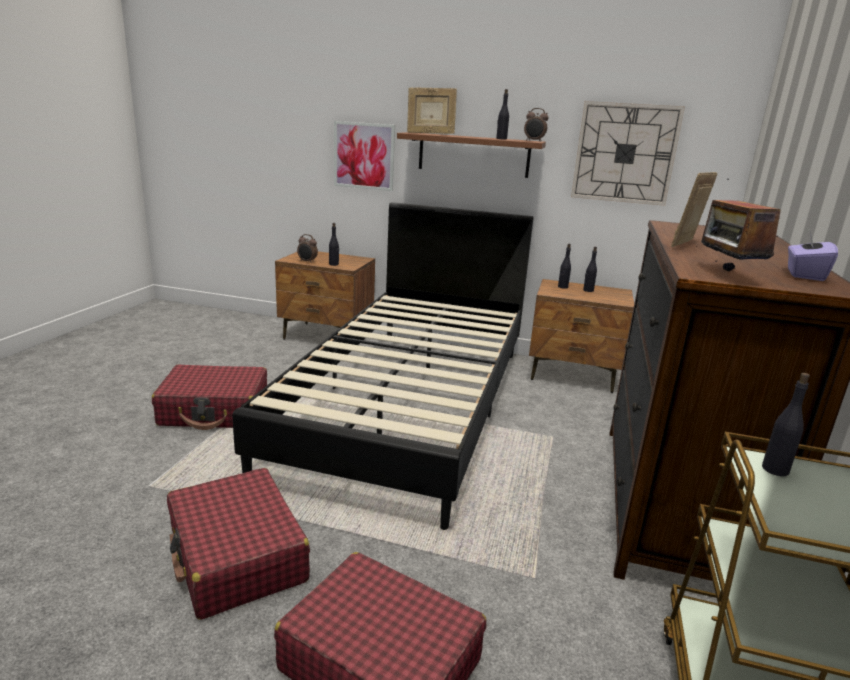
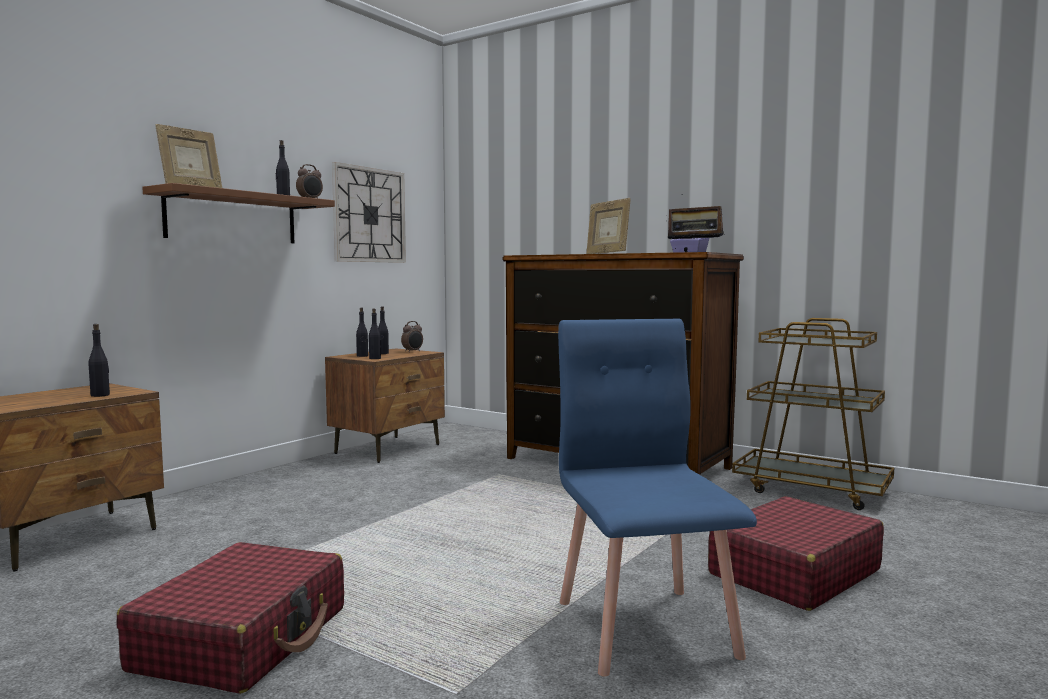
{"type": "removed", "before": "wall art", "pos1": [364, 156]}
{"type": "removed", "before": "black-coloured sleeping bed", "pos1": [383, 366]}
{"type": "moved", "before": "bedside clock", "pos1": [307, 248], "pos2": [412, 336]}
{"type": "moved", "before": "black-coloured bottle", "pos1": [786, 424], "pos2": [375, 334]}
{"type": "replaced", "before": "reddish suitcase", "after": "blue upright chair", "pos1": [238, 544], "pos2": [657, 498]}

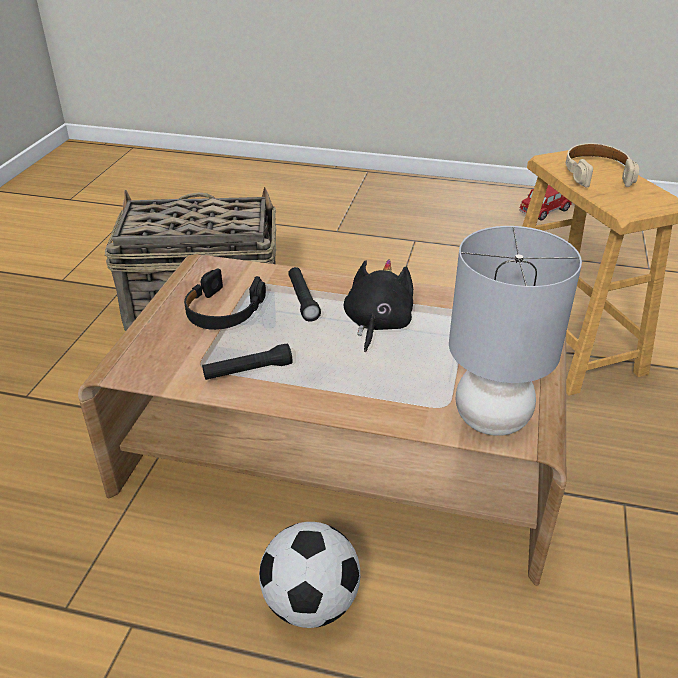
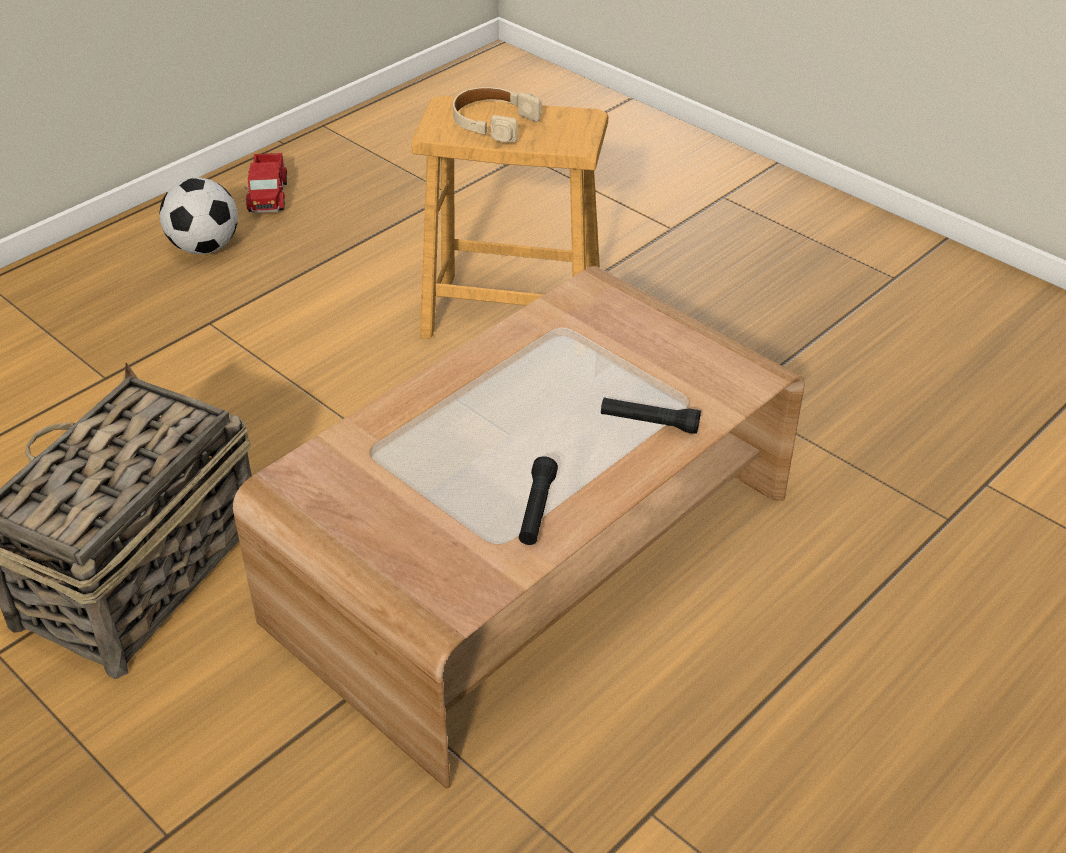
{"type": "removed", "before": "greyish tabletop lamp", "pos1": [515, 331]}
{"type": "removed", "before": "black-coloured plush toy", "pos1": [378, 305]}
{"type": "moved", "before": "black-coloured flashlight", "pos1": [304, 294], "pos2": [651, 415]}
{"type": "removed", "before": "black-coloured headphones", "pos1": [225, 299]}
{"type": "moved", "before": "football", "pos1": [309, 575], "pos2": [198, 215]}

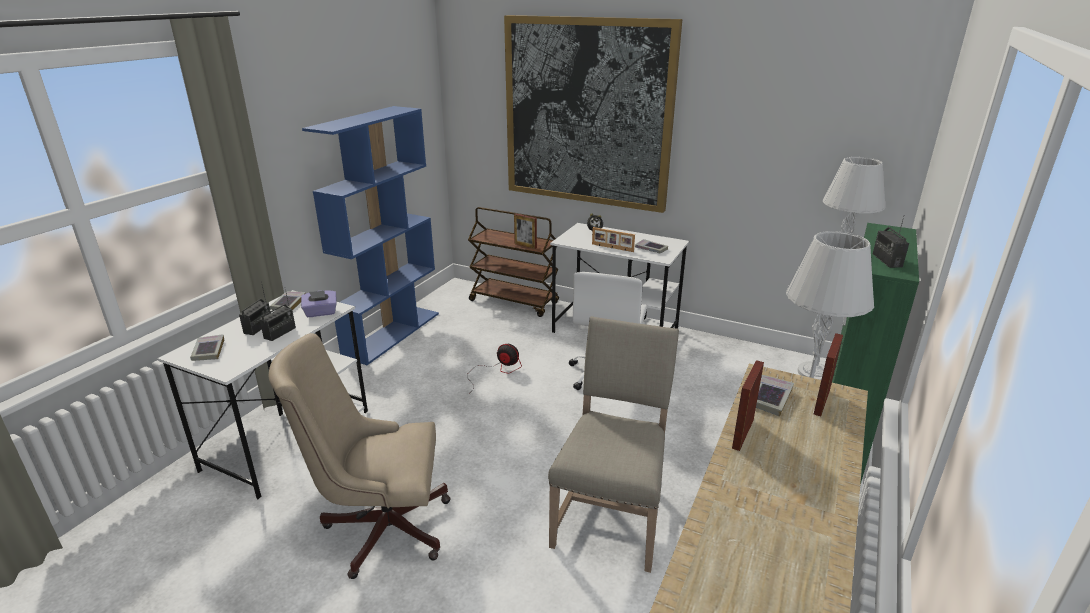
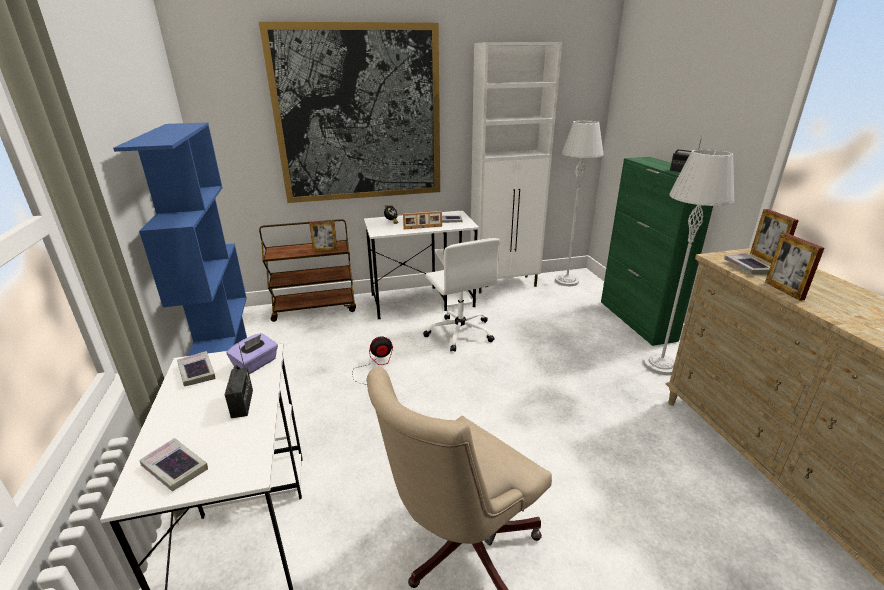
{"type": "removed", "before": "radio receiver", "pos1": [254, 308]}
{"type": "removed", "before": "beige upright chair", "pos1": [613, 444]}
{"type": "added", "after": "white-coloured cupboard", "pos2": [516, 167]}

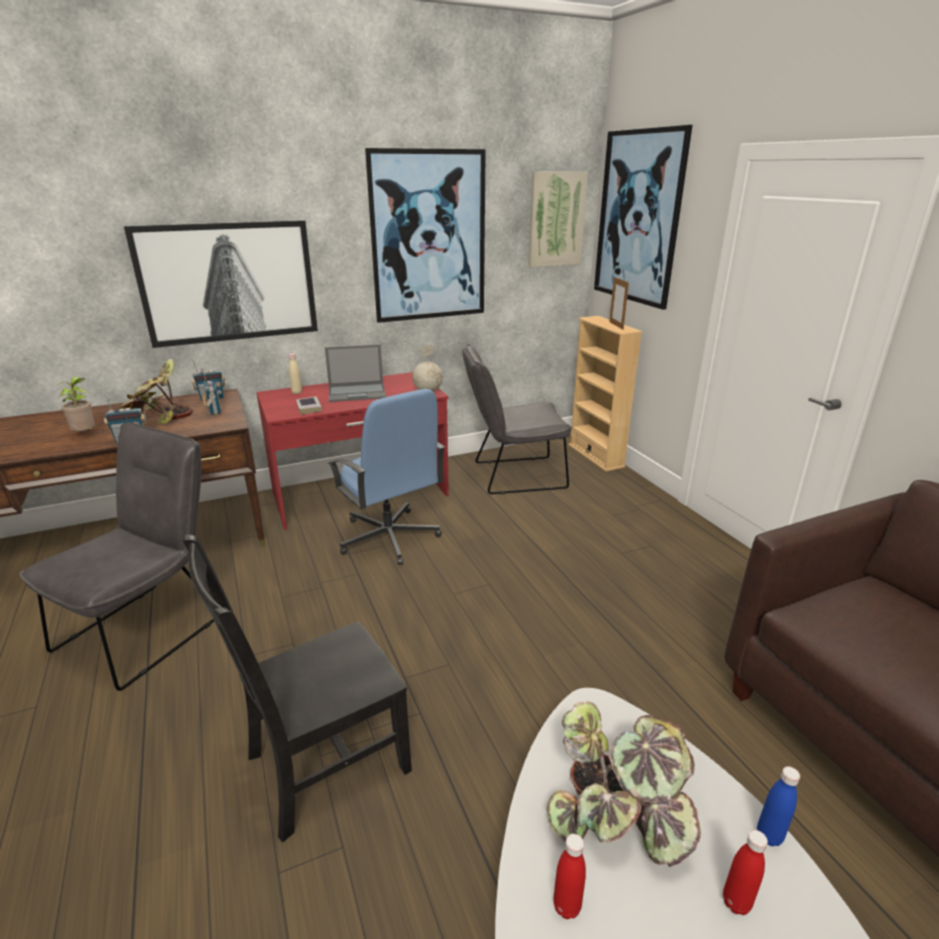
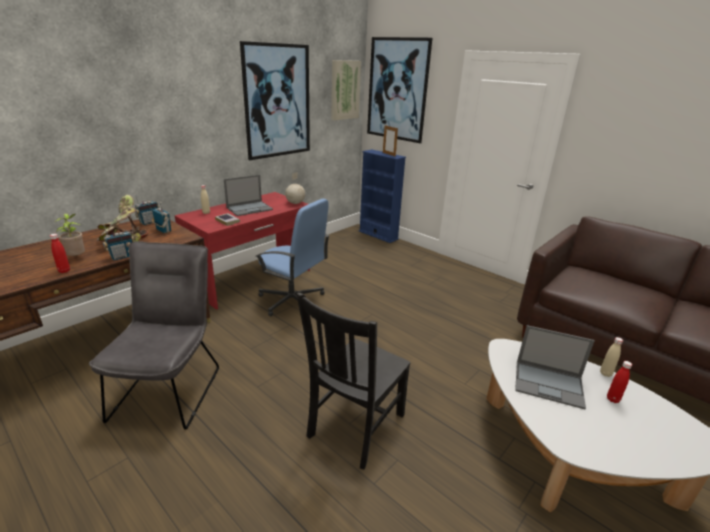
{"type": "removed", "before": "wall art", "pos1": [221, 284]}
{"type": "recoloured", "before": "beige bookshelf", "after": "blue bookshelf", "pos1": [605, 394], "pos2": [382, 196]}
{"type": "removed", "before": "greyish upright chair", "pos1": [517, 419]}
{"type": "replaced", "before": "potted plant", "after": "laptop", "pos1": [624, 784], "pos2": [554, 367]}
{"type": "recoloured", "before": "blue bottle", "after": "beige bottle", "pos1": [778, 806], "pos2": [611, 357]}
{"type": "moved", "before": "reddish bottle", "pos1": [569, 876], "pos2": [60, 253]}

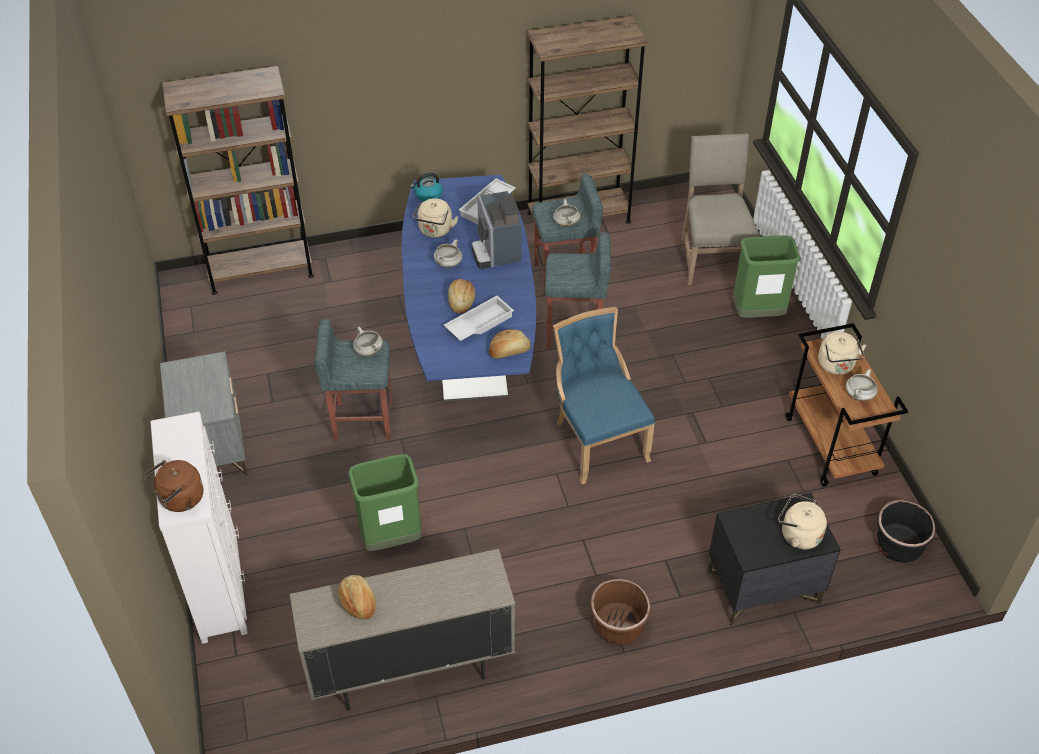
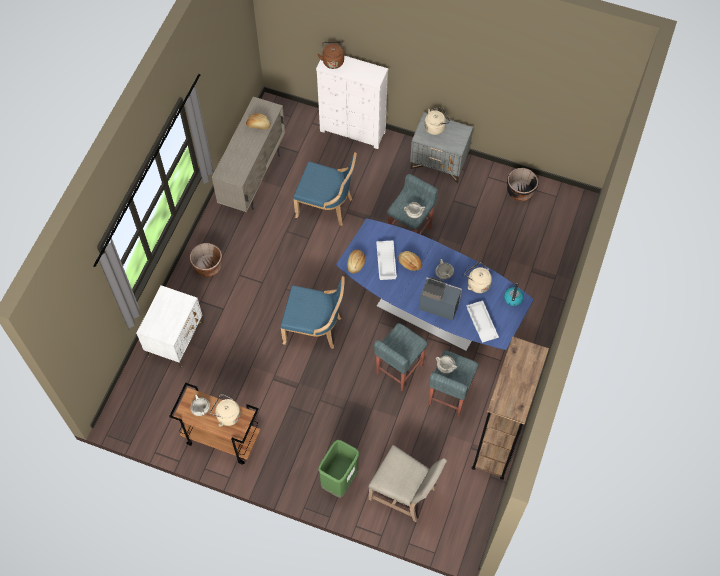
{"type": "removed", "before": "brown-coloured bookshelf", "pos1": [238, 180]}
{"type": "replaced", "before": "greenish rubbish bin", "after": "blue upright chair", "pos1": [385, 502], "pos2": [325, 189]}
{"type": "recoloured", "before": "black-coloured night table", "after": "white-coloured night table", "pos1": [774, 559], "pos2": [169, 326]}
{"type": "moved", "before": "beige water kettle", "pos1": [802, 521], "pos2": [437, 121]}
{"type": "moved", "before": "black-coloured planter", "pos1": [905, 531], "pos2": [523, 184]}

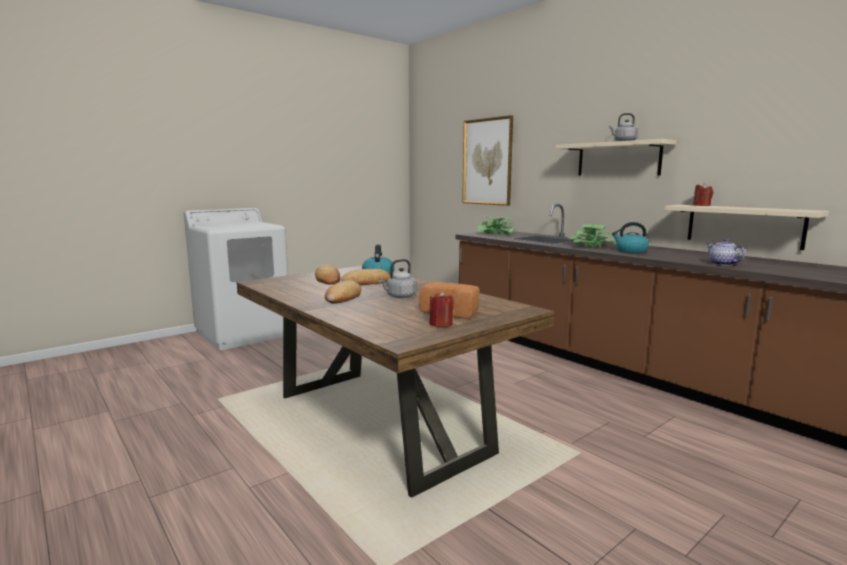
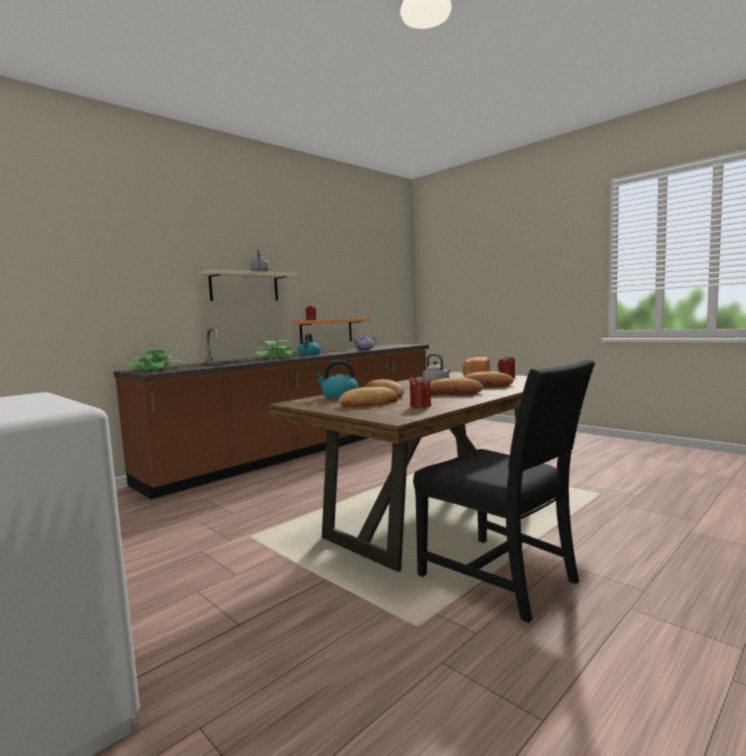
{"type": "removed", "before": "wall art", "pos1": [487, 160]}
{"type": "recoloured", "before": "beige bracket shelf", "after": "orange-coloured bracket shelf", "pos1": [746, 227], "pos2": [331, 331]}
{"type": "added", "after": "black-coloured upright chair", "pos2": [504, 491]}
{"type": "added", "after": "bread", "pos2": [488, 379]}
{"type": "added", "after": "reddish wax light", "pos2": [420, 392]}

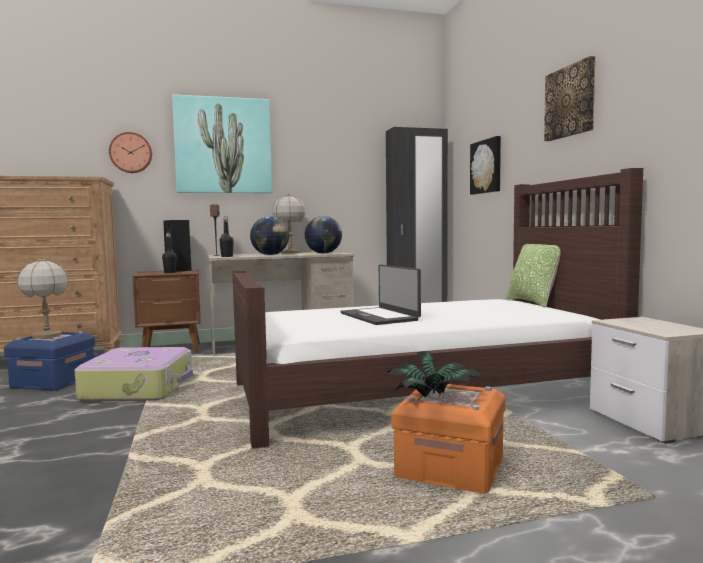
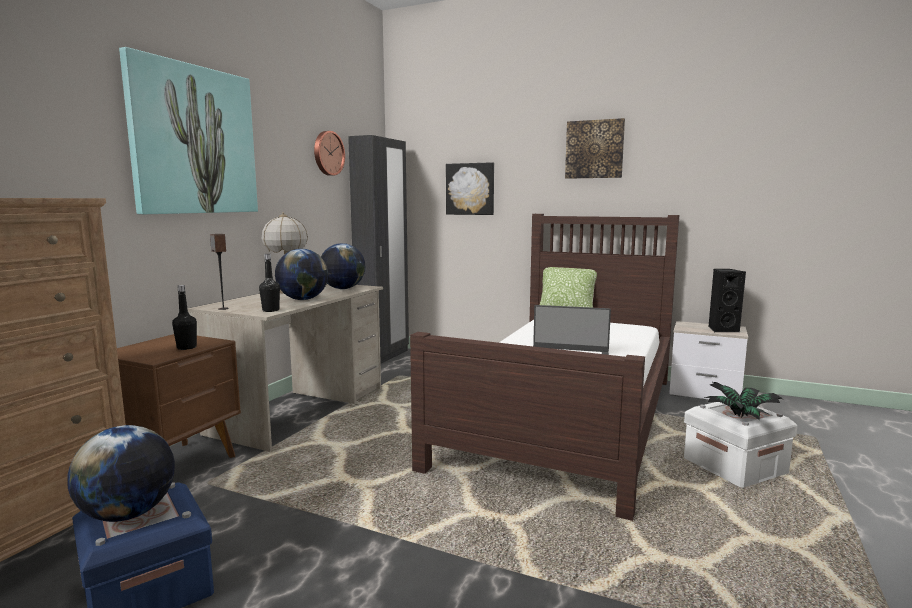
{"type": "moved", "before": "clock on the wall", "pos1": [130, 152], "pos2": [329, 153]}
{"type": "moved", "before": "black-coloured speaker", "pos1": [177, 246], "pos2": [727, 300]}
{"type": "replaced", "before": "tabletop lamp", "after": "desk globe", "pos1": [43, 297], "pos2": [121, 473]}
{"type": "removed", "before": "suitcase", "pos1": [134, 374]}
{"type": "recoloured", "before": "orange-coloured storage container", "after": "white-coloured storage container", "pos1": [448, 439], "pos2": [740, 445]}

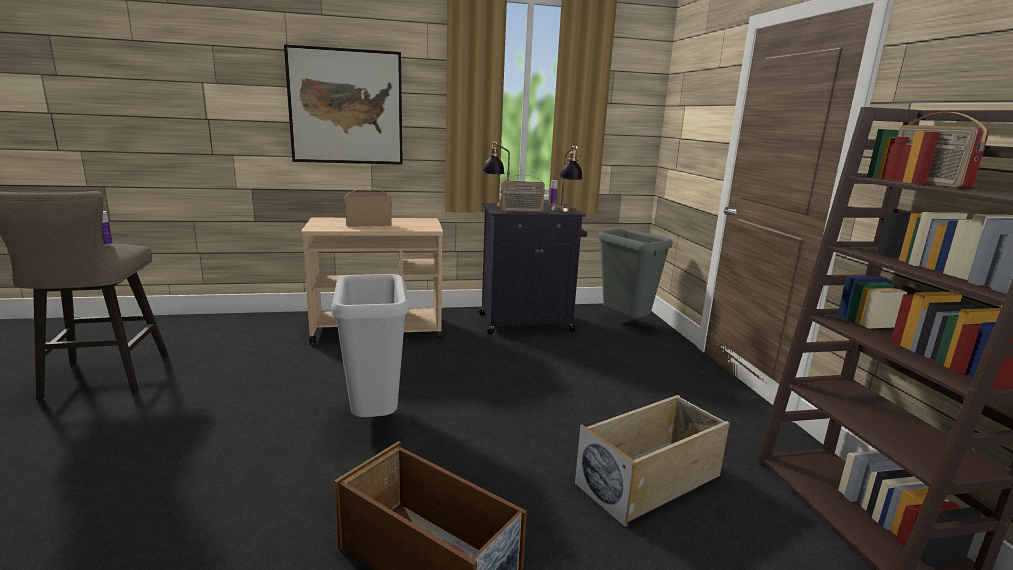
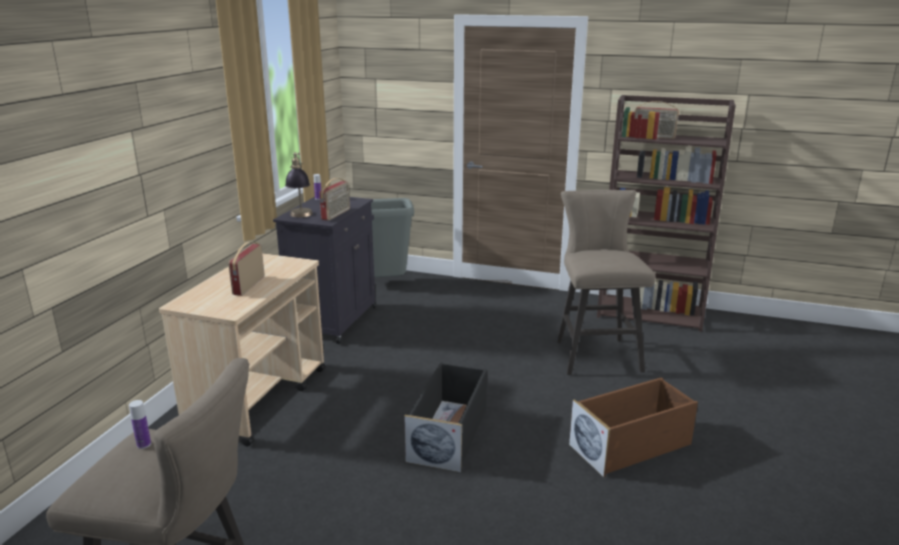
{"type": "removed", "before": "wall art", "pos1": [343, 104]}
{"type": "removed", "before": "tabletop lamp", "pos1": [567, 178]}
{"type": "replaced", "before": "greyish rubbish bin", "after": "black-coloured storage container", "pos1": [370, 345], "pos2": [445, 417]}
{"type": "replaced", "before": "beige storage container", "after": "beige stool seat", "pos1": [652, 461], "pos2": [606, 282]}

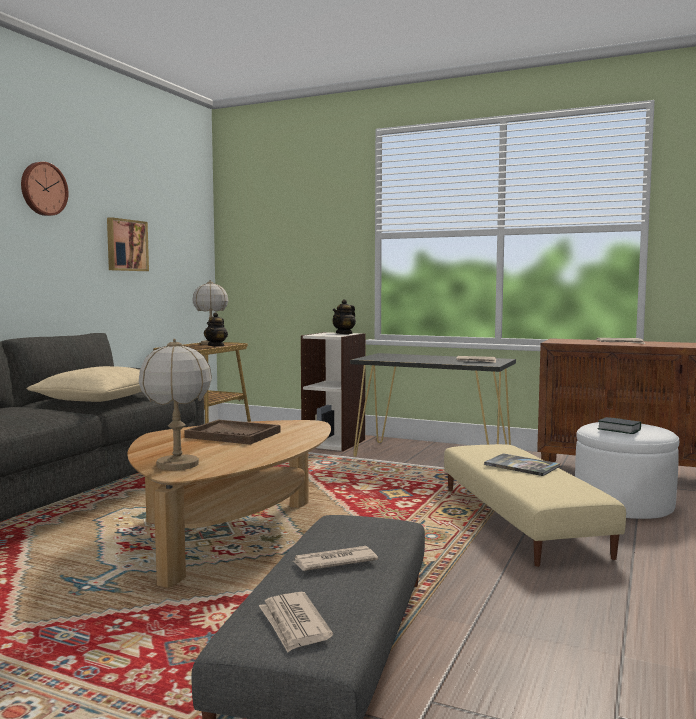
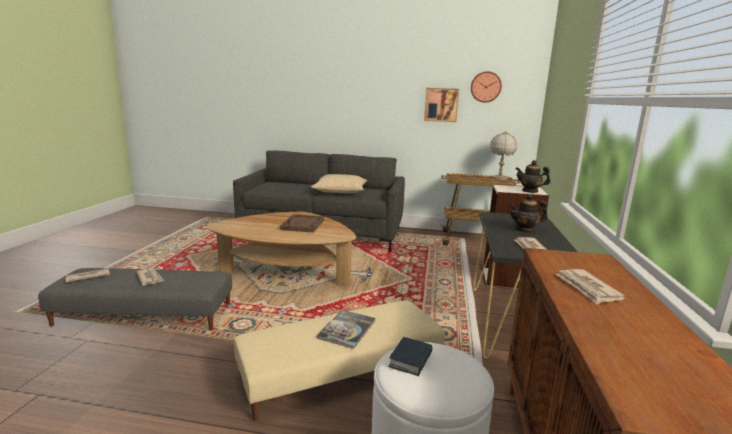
{"type": "moved", "before": "clock on the wall", "pos1": [45, 189], "pos2": [486, 87]}
{"type": "moved", "before": "teapot", "pos1": [216, 329], "pos2": [528, 213]}
{"type": "removed", "before": "tabletop lamp", "pos1": [175, 404]}

